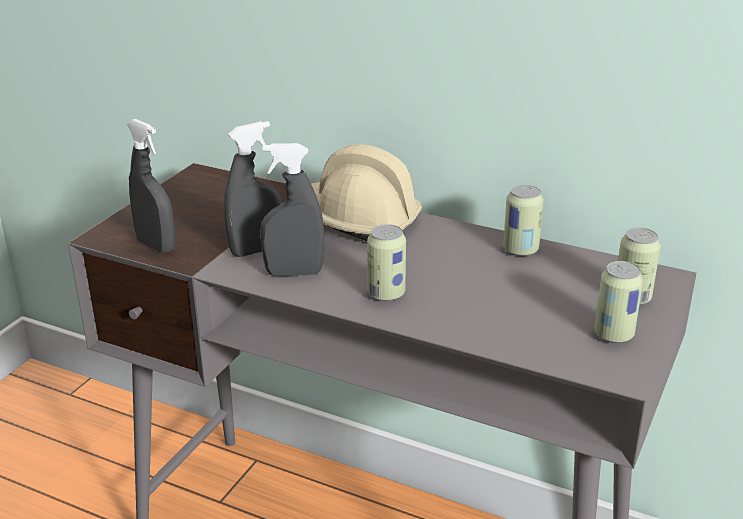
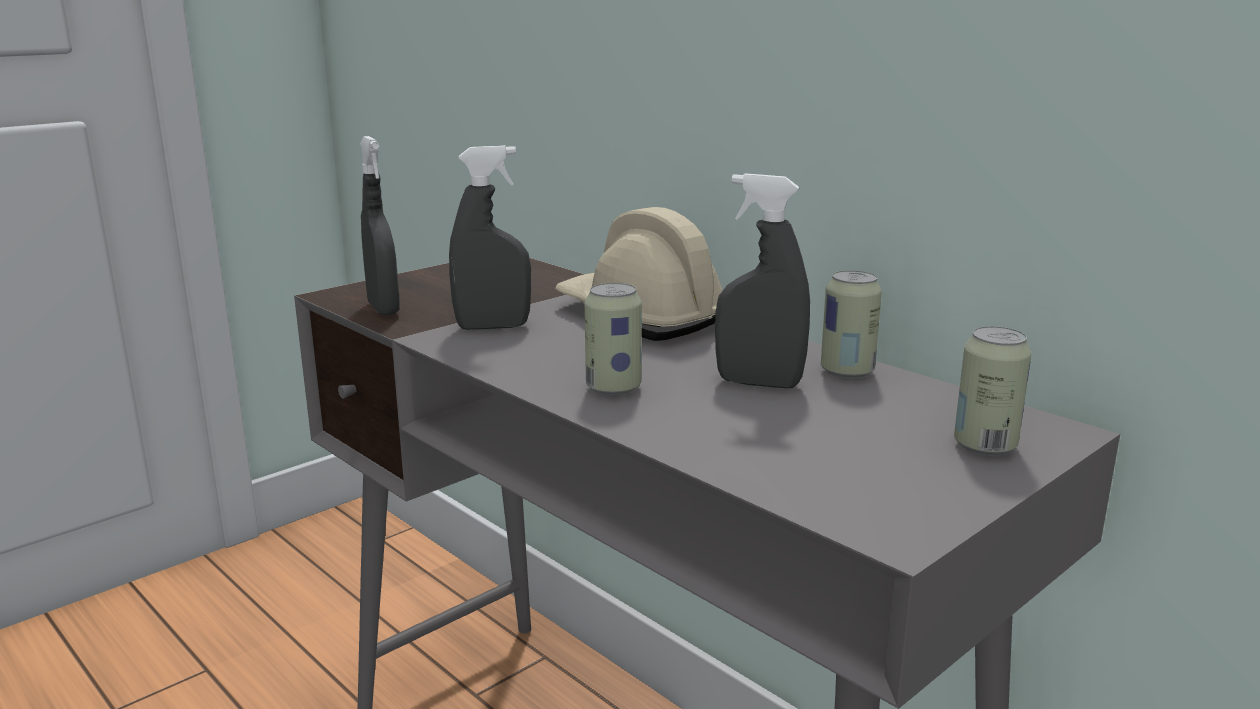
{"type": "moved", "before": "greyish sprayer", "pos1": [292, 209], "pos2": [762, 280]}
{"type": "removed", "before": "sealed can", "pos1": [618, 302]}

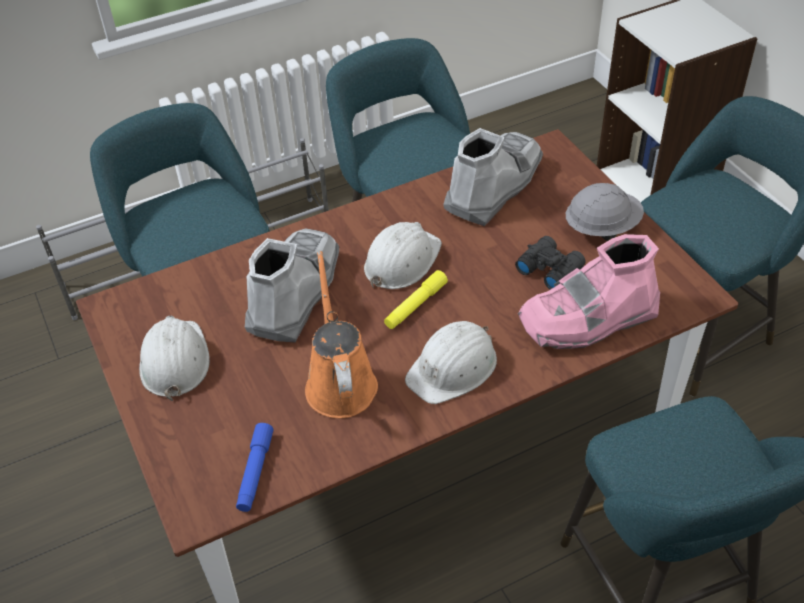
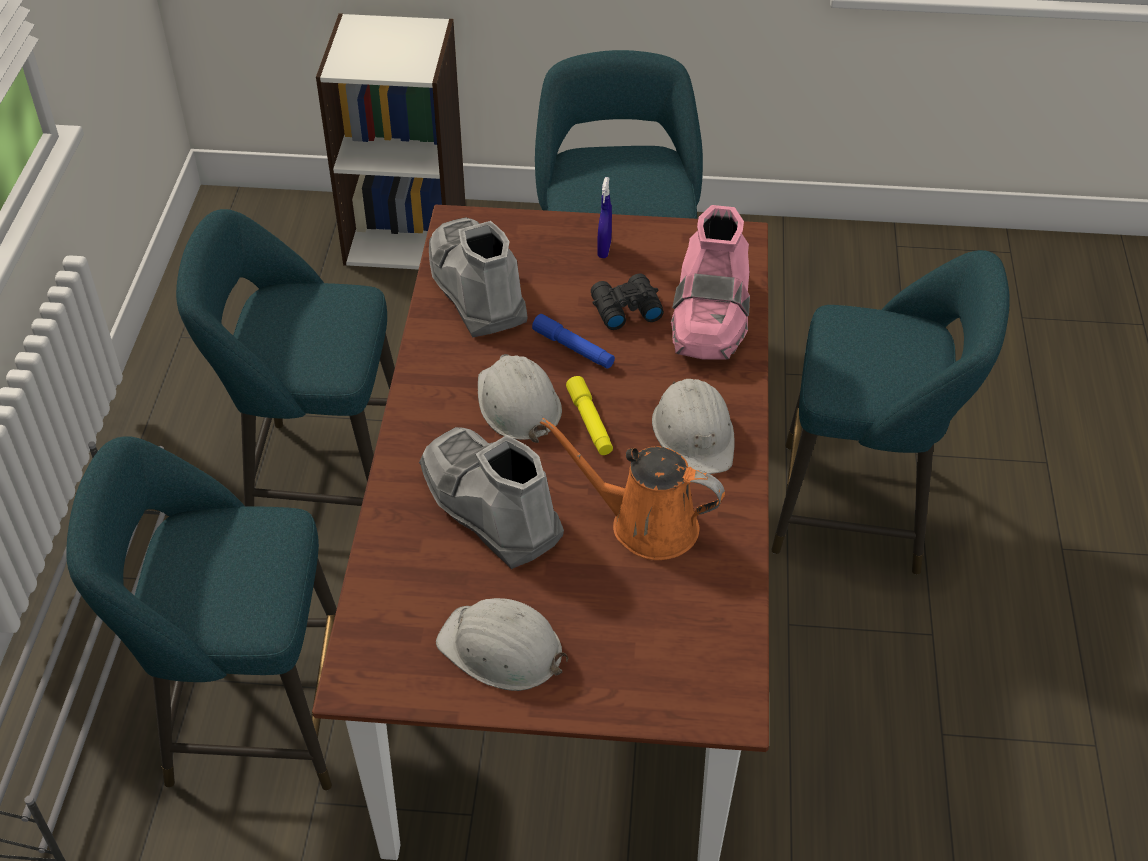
{"type": "replaced", "before": "greyish safety helmet", "after": "blue sprayer", "pos1": [605, 212], "pos2": [604, 217]}
{"type": "moved", "before": "blue flashlight", "pos1": [255, 467], "pos2": [573, 341]}

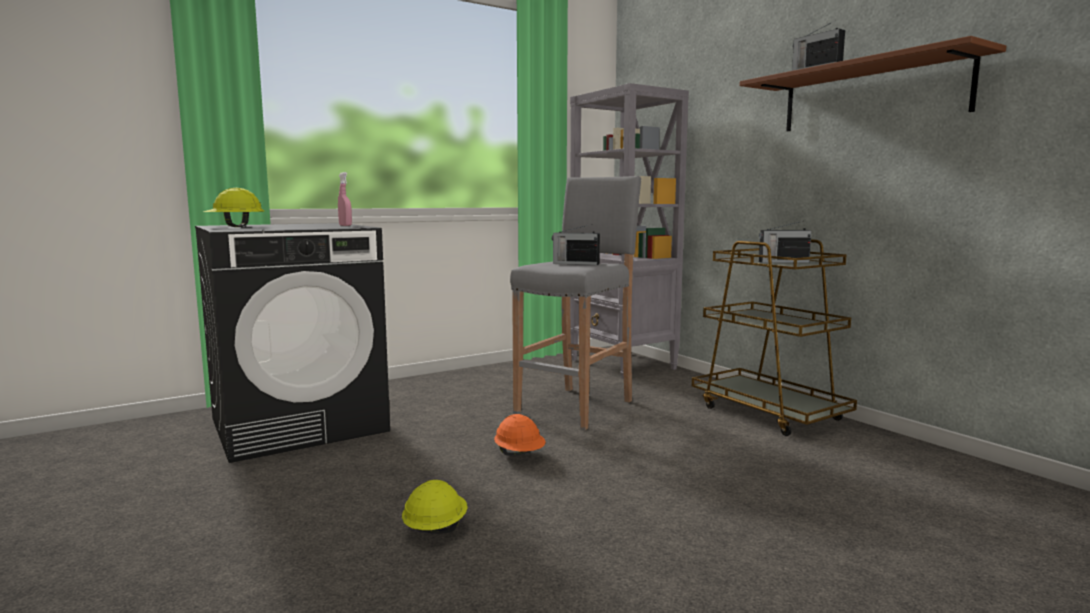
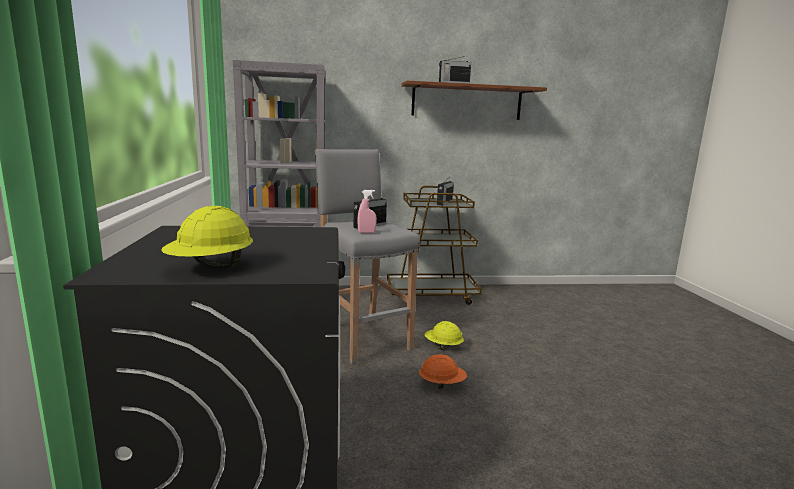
{"type": "moved", "before": "pink-coloured sprayer", "pos1": [345, 199], "pos2": [367, 211]}
{"type": "moved", "before": "yellowish safety helmet", "pos1": [435, 507], "pos2": [444, 335]}

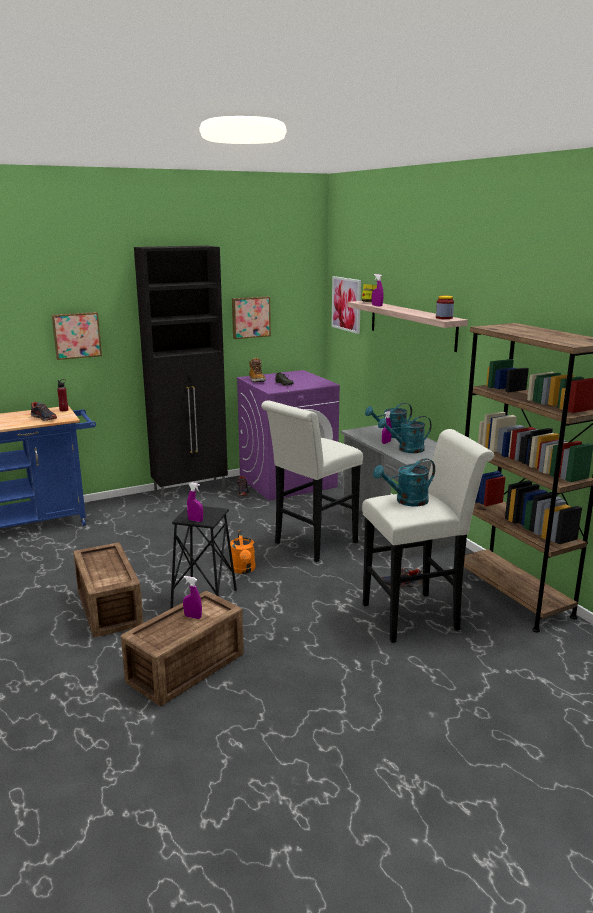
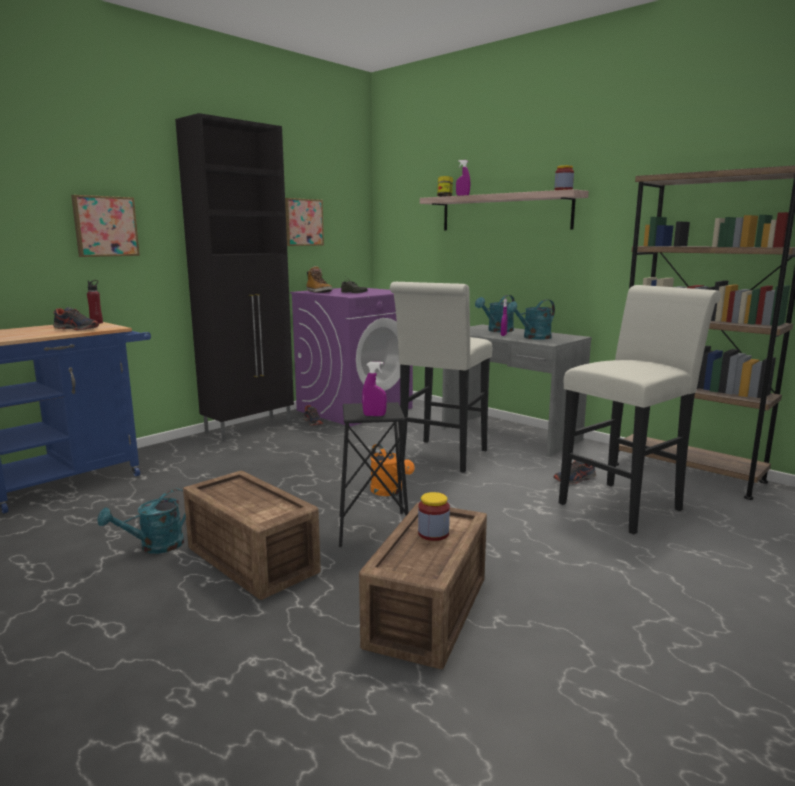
{"type": "removed", "before": "wall art", "pos1": [346, 305]}
{"type": "moved", "before": "turquoise watering can", "pos1": [404, 482], "pos2": [141, 521]}
{"type": "replaced", "before": "purple-coloured sprayer", "after": "preserve jar", "pos1": [192, 597], "pos2": [434, 516]}

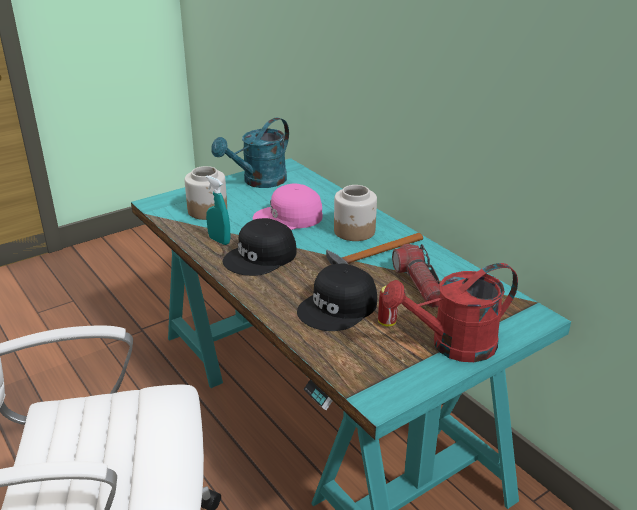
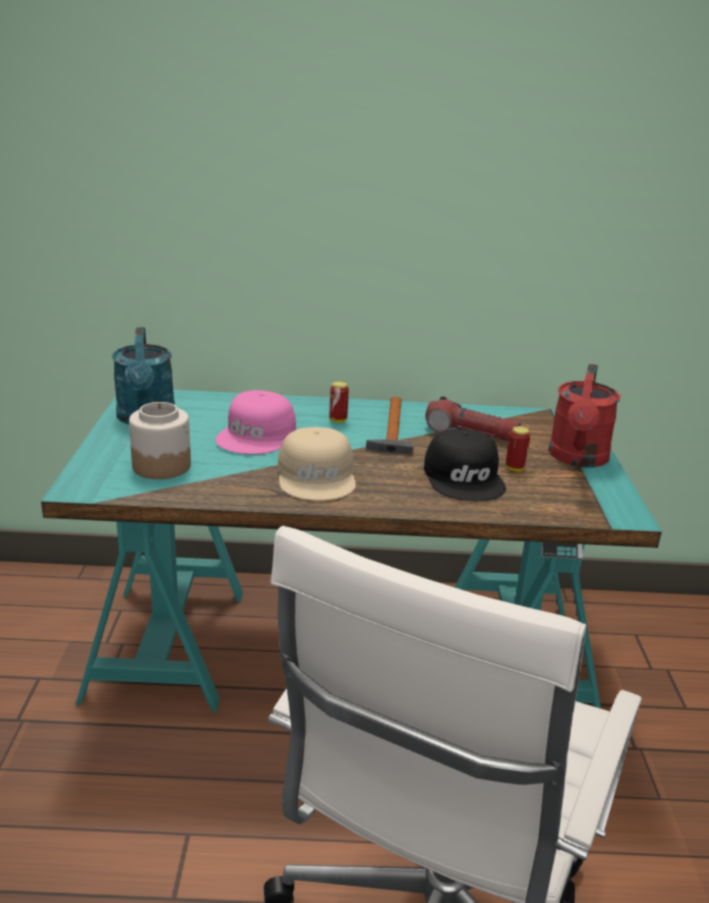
{"type": "removed", "before": "turquoise sprayer", "pos1": [218, 210]}
{"type": "replaced", "before": "preserve jar", "after": "sealed can", "pos1": [355, 213], "pos2": [339, 402]}
{"type": "recoloured", "before": "black-coloured baseball cap", "after": "beige baseball cap", "pos1": [259, 247], "pos2": [317, 464]}

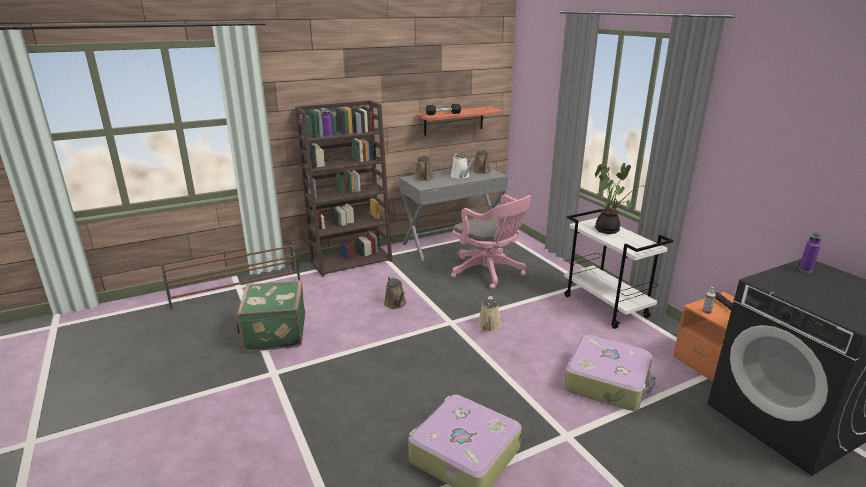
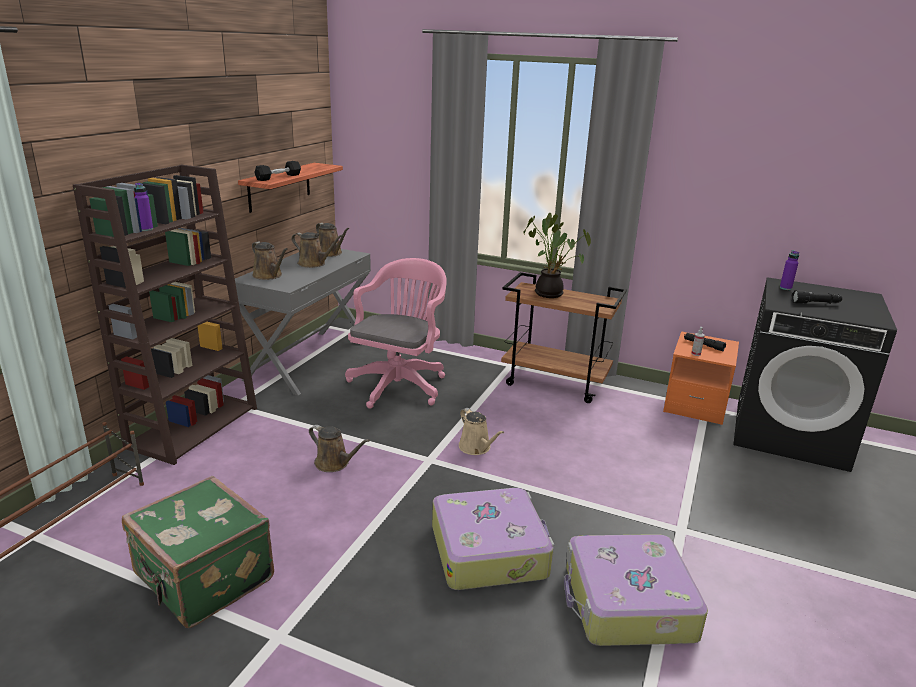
{"type": "recoloured", "before": "white-coloured watering can", "after": "brown-coloured watering can", "pos1": [463, 166], "pos2": [318, 250]}
{"type": "turned", "before": "pink-coloured desk chair", "pos1": [491, 241], "pos2": [396, 333], "turn": -75}
{"type": "recoloured", "before": "white-coloured wheeled cart", "after": "brown-coloured wheeled cart", "pos1": [618, 269], "pos2": [564, 337]}
{"type": "moved", "before": "suitcase", "pos1": [610, 373], "pos2": [493, 539]}
{"type": "added", "after": "black-coloured flashlight", "pos2": [817, 297]}

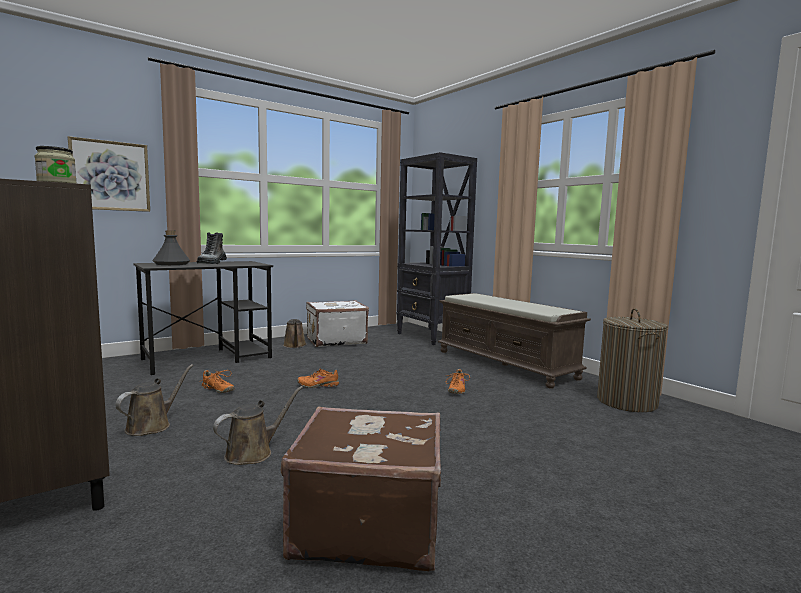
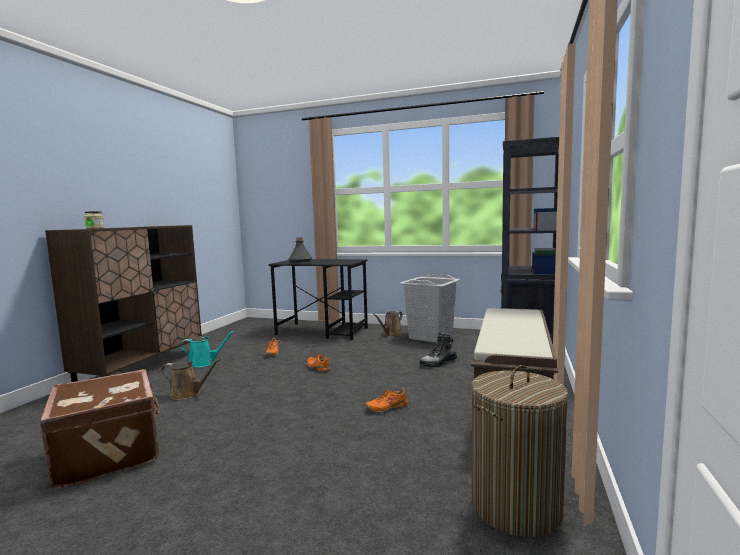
{"type": "removed", "before": "wall art", "pos1": [109, 174]}
{"type": "moved", "before": "tall boot", "pos1": [212, 248], "pos2": [438, 350]}
{"type": "replaced", "before": "white-coloured suitcase", "after": "greyish hamper", "pos1": [337, 323], "pos2": [430, 308]}
{"type": "recoloured", "before": "brown-coloured watering can", "after": "turquoise watering can", "pos1": [154, 400], "pos2": [207, 349]}

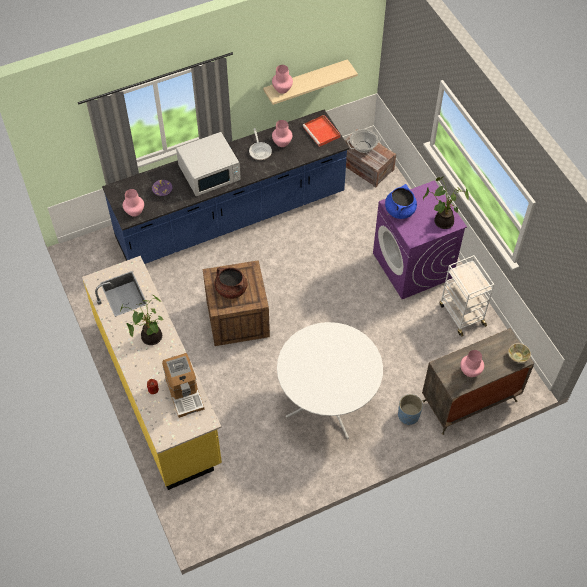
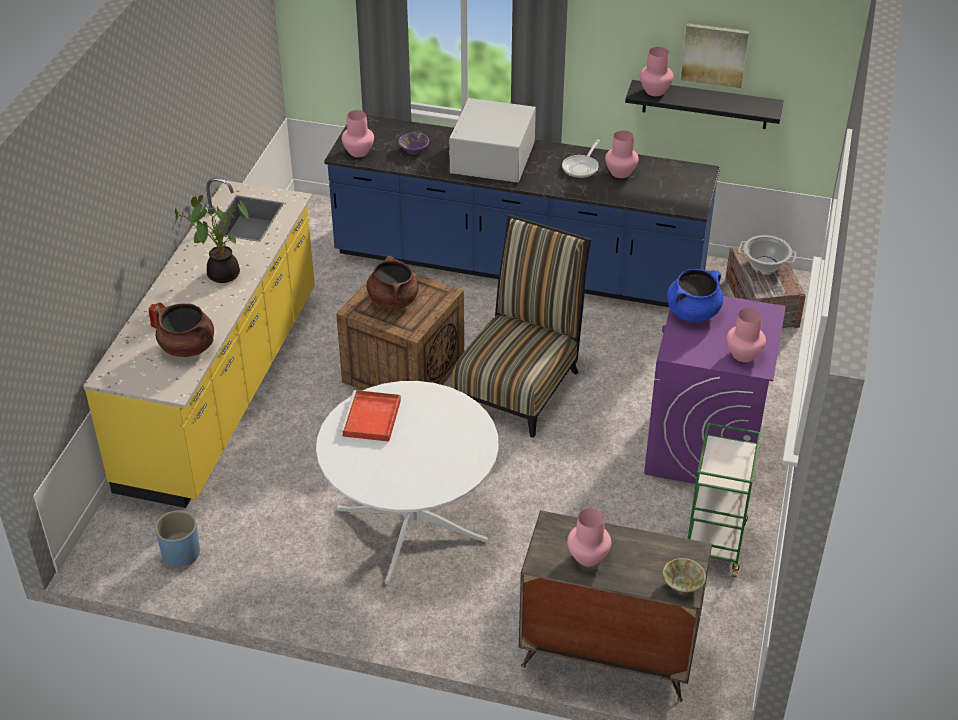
{"type": "recoloured", "before": "beige bracket shelf", "after": "black-coloured bracket shelf", "pos1": [310, 82], "pos2": [704, 104]}
{"type": "moved", "before": "reddish tray", "pos1": [322, 131], "pos2": [370, 416]}
{"type": "turned", "before": "white-coloured kitchen microwave", "pos1": [208, 164], "pos2": [492, 140], "turn": 90}
{"type": "replaced", "before": "potted plant", "after": "pink-coloured vase", "pos1": [446, 202], "pos2": [746, 335]}
{"type": "recoloured", "before": "white-coloured wheeled cart", "after": "greenish wheeled cart", "pos1": [467, 296], "pos2": [724, 500]}
{"type": "replaced", "before": "coffee machine", "after": "brown-coloured cooking pot", "pos1": [183, 385], "pos2": [185, 330]}
{"type": "moved", "before": "blue planter", "pos1": [410, 409], "pos2": [177, 538]}
{"type": "added", "after": "wall art", "pos2": [715, 55]}
{"type": "added", "after": "upright chair", "pos2": [521, 326]}

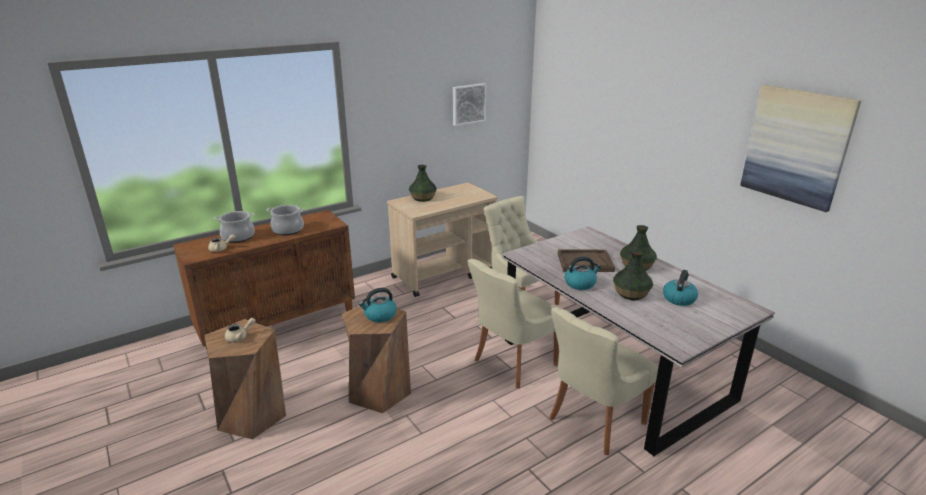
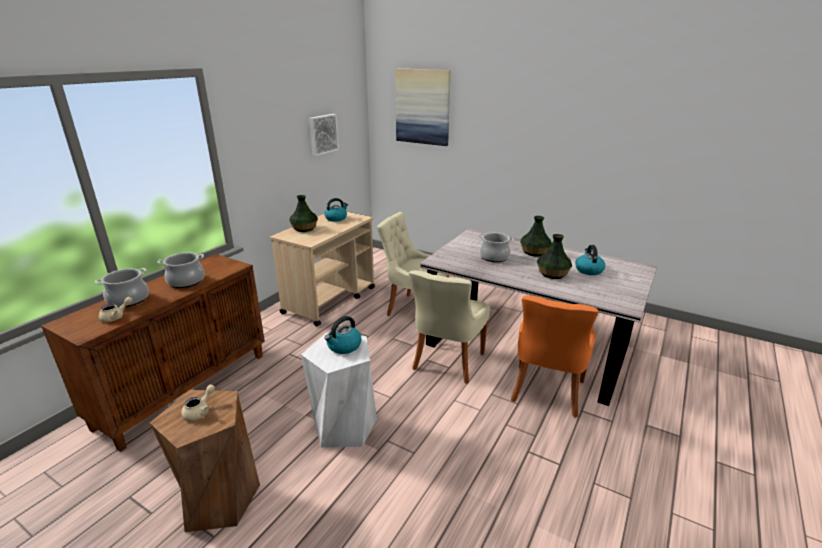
{"type": "moved", "before": "wall art", "pos1": [800, 148], "pos2": [423, 107]}
{"type": "replaced", "before": "brown-coloured tray", "after": "cooking pot", "pos1": [586, 261], "pos2": [496, 247]}
{"type": "moved", "before": "water kettle", "pos1": [583, 273], "pos2": [336, 210]}
{"type": "recoloured", "before": "brown-coloured stool seat", "after": "white-coloured stool seat", "pos1": [376, 359], "pos2": [339, 390]}
{"type": "recoloured", "before": "beige upright chair", "after": "orange-coloured upright chair", "pos1": [604, 381], "pos2": [554, 357]}

